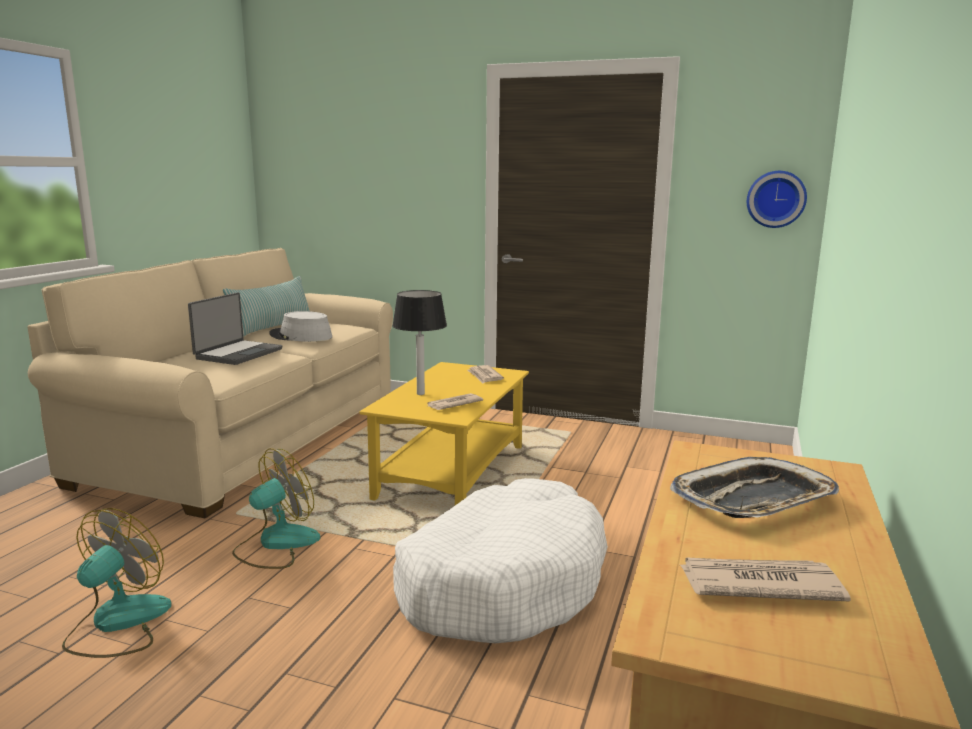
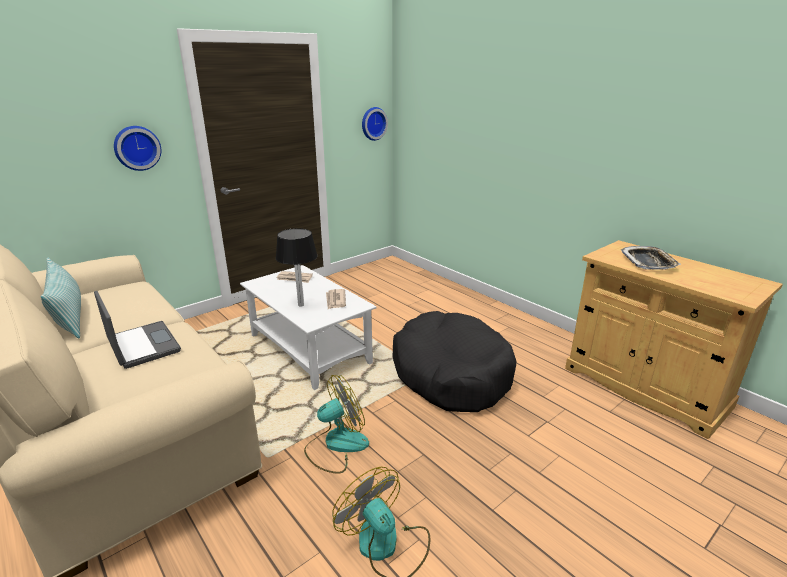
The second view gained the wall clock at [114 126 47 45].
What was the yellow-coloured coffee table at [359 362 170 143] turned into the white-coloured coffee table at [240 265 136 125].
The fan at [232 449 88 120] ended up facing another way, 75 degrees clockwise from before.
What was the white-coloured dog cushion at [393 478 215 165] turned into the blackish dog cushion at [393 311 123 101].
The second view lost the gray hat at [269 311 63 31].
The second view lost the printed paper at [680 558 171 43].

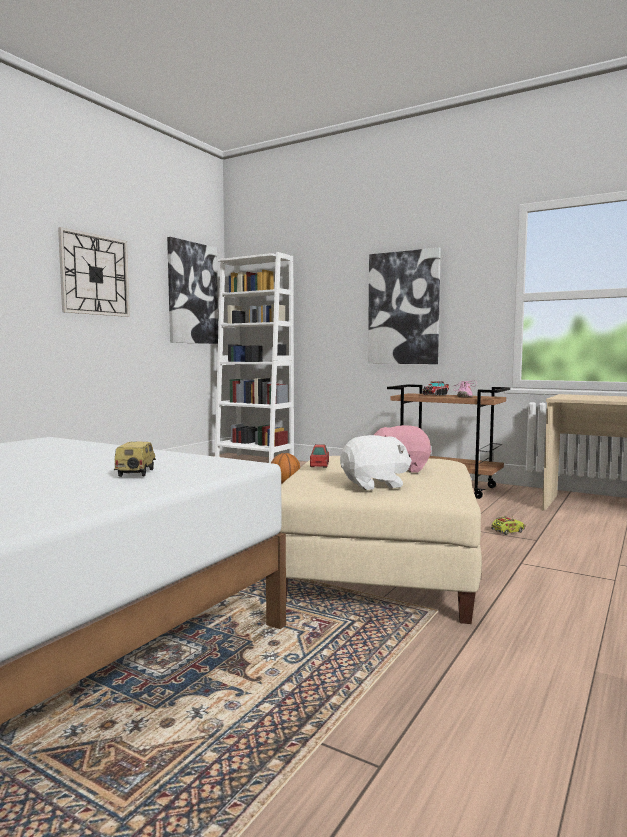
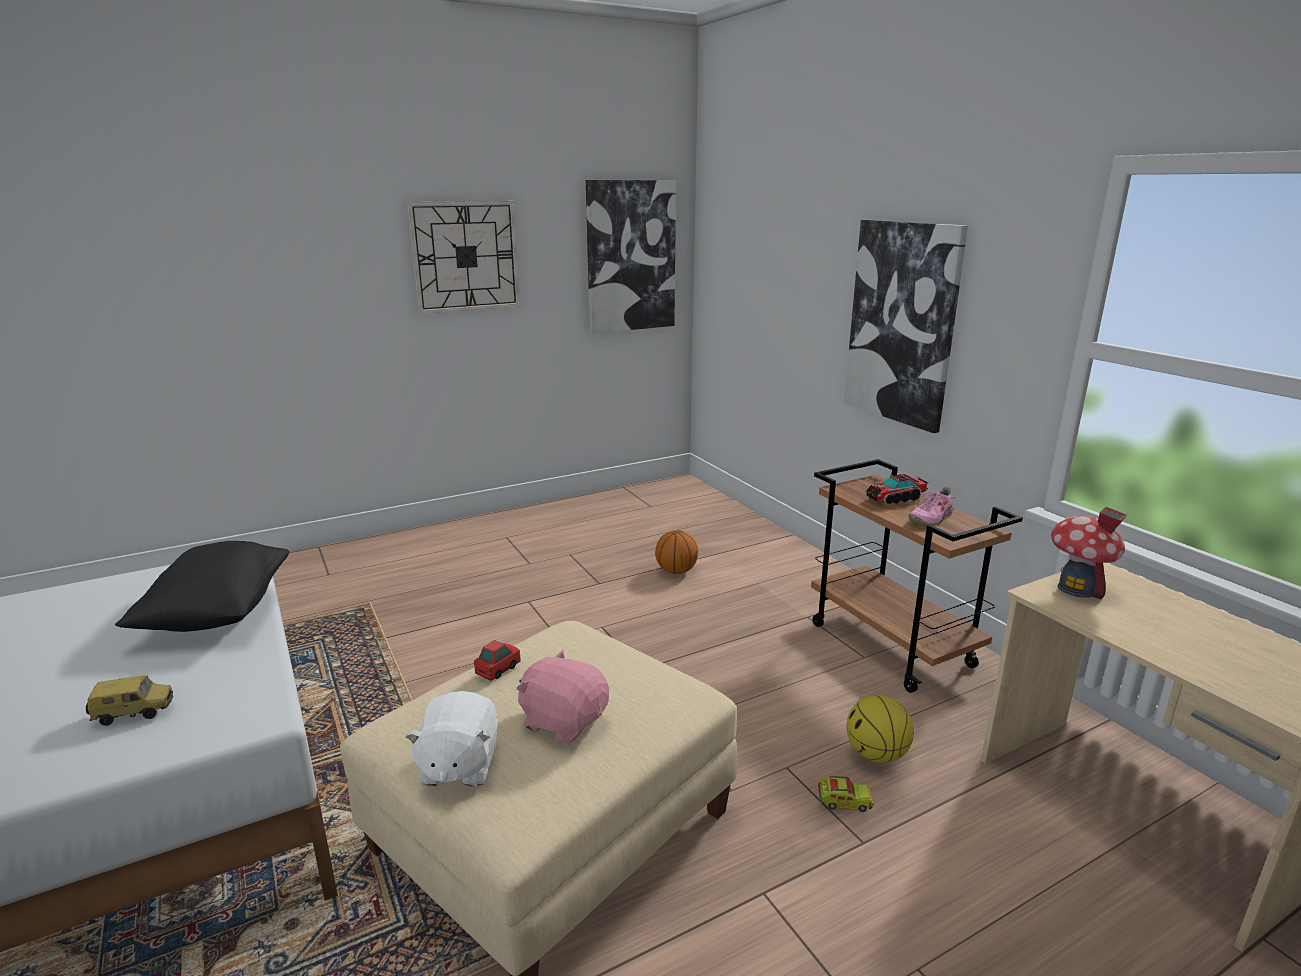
The toy car at [114 442 42 35] ended up facing another way, 45 degrees clockwise from before.
The second view gained the blackish pillow at [115 541 174 91].
The white-coloured soft toy at [340 435 72 55] ended up facing another way, 75 degrees clockwise from before.
The second view gained the basketball at [847 695 67 68].
The second view gained the toy house at [1051 507 76 92].
The second view lost the white-coloured bookcase at [215 252 79 211].

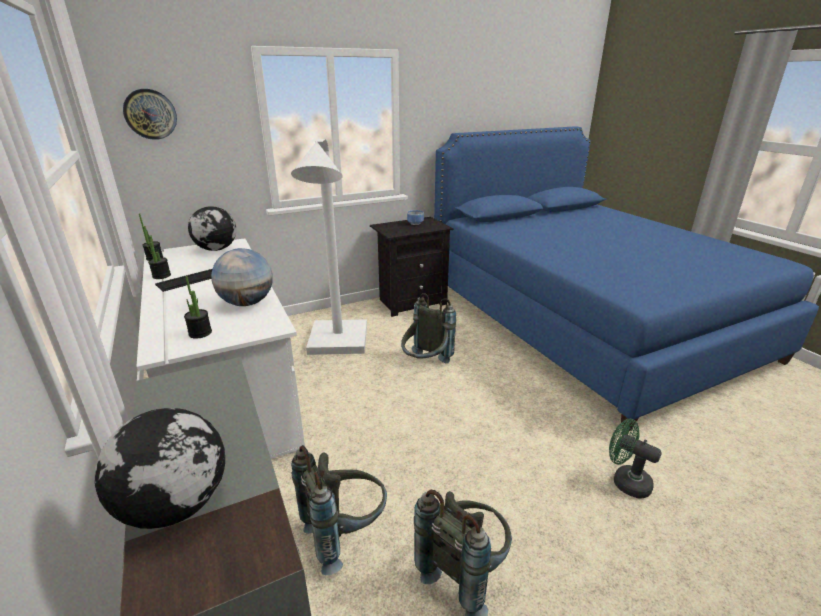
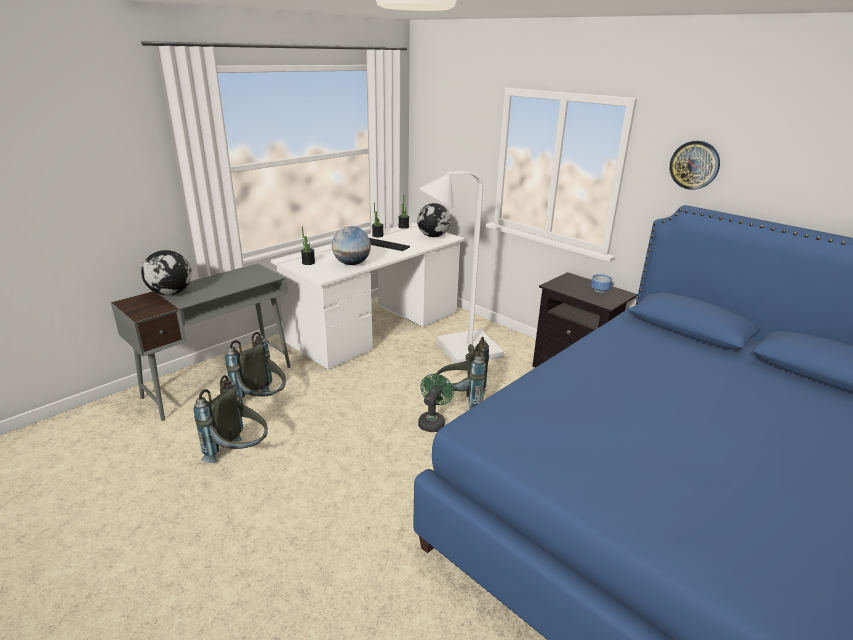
The green fan ended up elsewhere, having gone from [609 419 53 79] to [418 374 36 58].
The wall clock ended up elsewhere, having gone from [123 89 54 51] to [669 141 51 49].

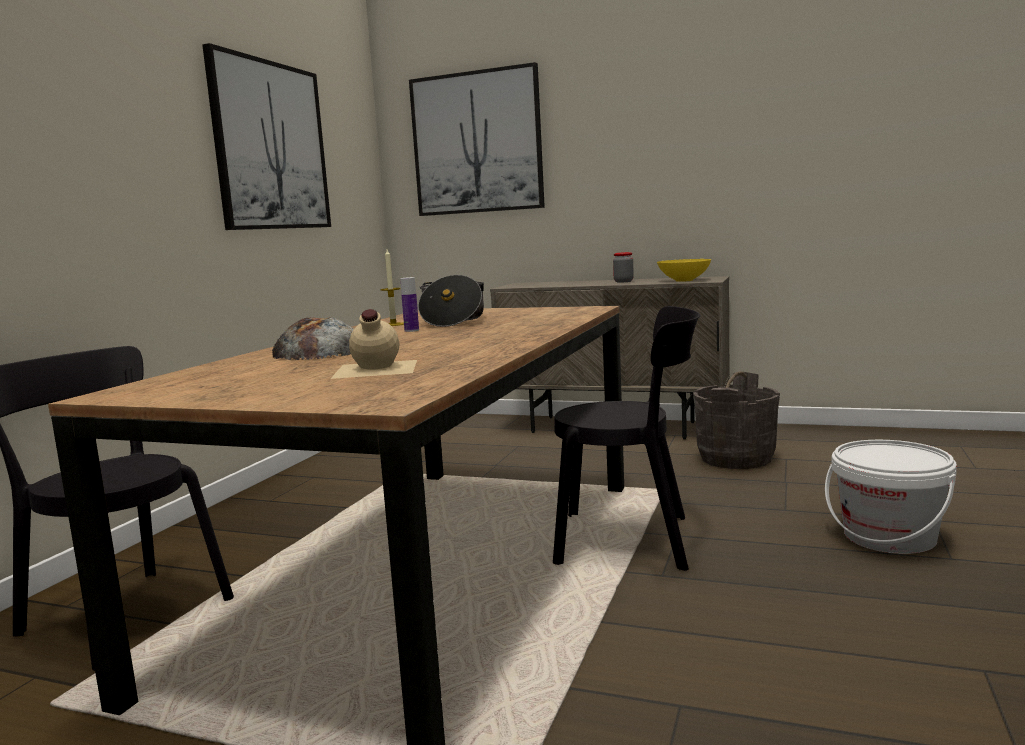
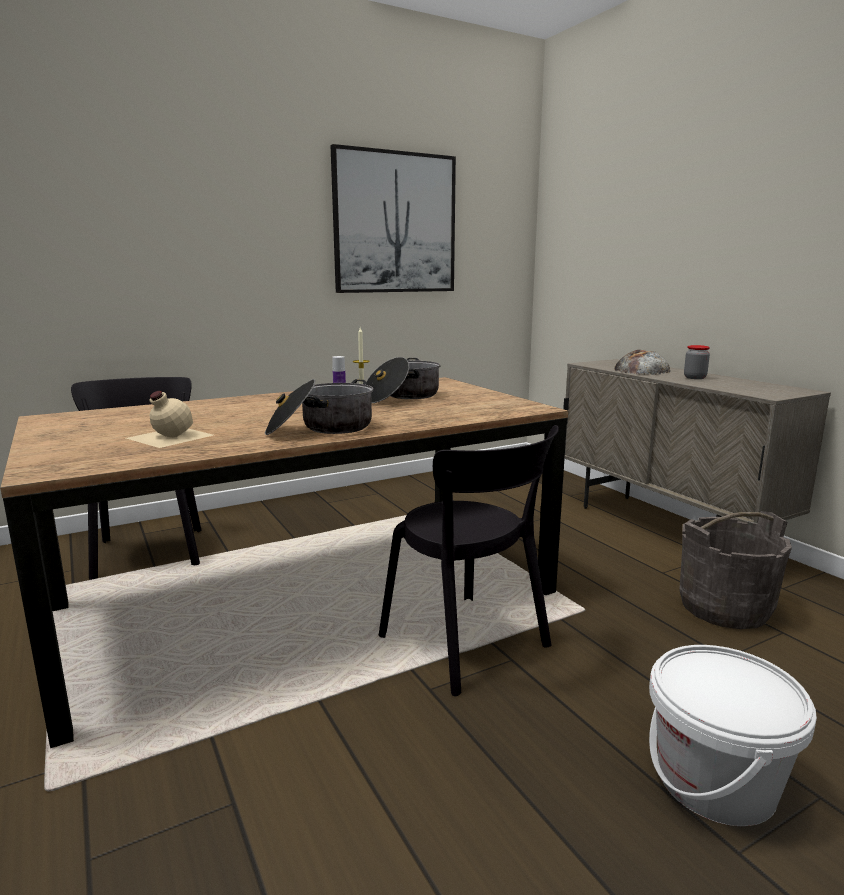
The second view gained the stockpot at [265 379 108 56].
The bread ended up elsewhere, having gone from [272 317 82 43] to [614 350 56 25].
The second view lost the picture at [409 62 136 154].
The second view lost the yellow-coloured bowl at [657 259 54 23].

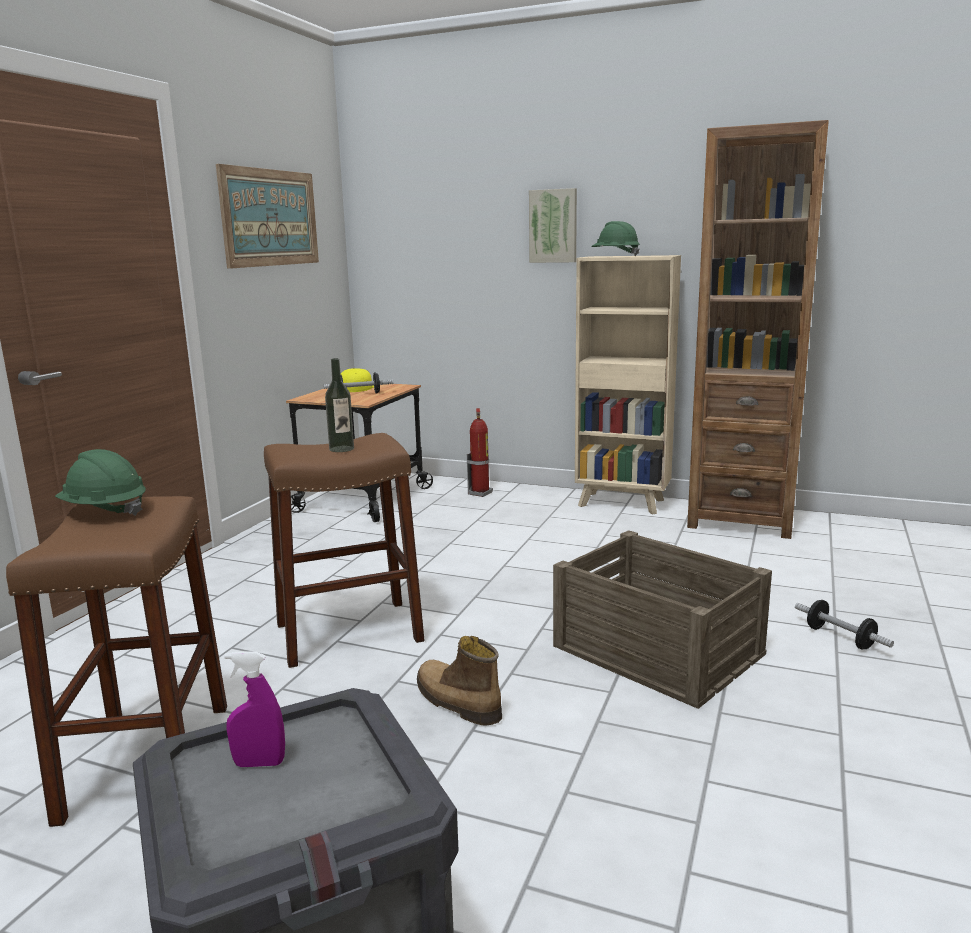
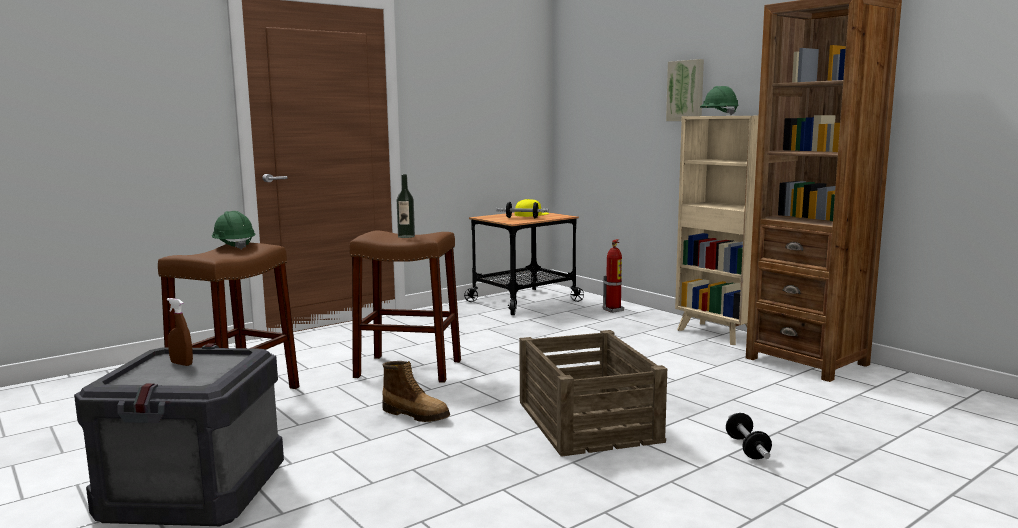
What was the purplish hand sprayer at [225 651 60 116] turned into the brown-coloured hand sprayer at [167 298 26 68].
The tall boot at [417 636 85 90] ended up facing another way, 135 degrees clockwise from before.
The second view lost the picture at [216 164 103 105].

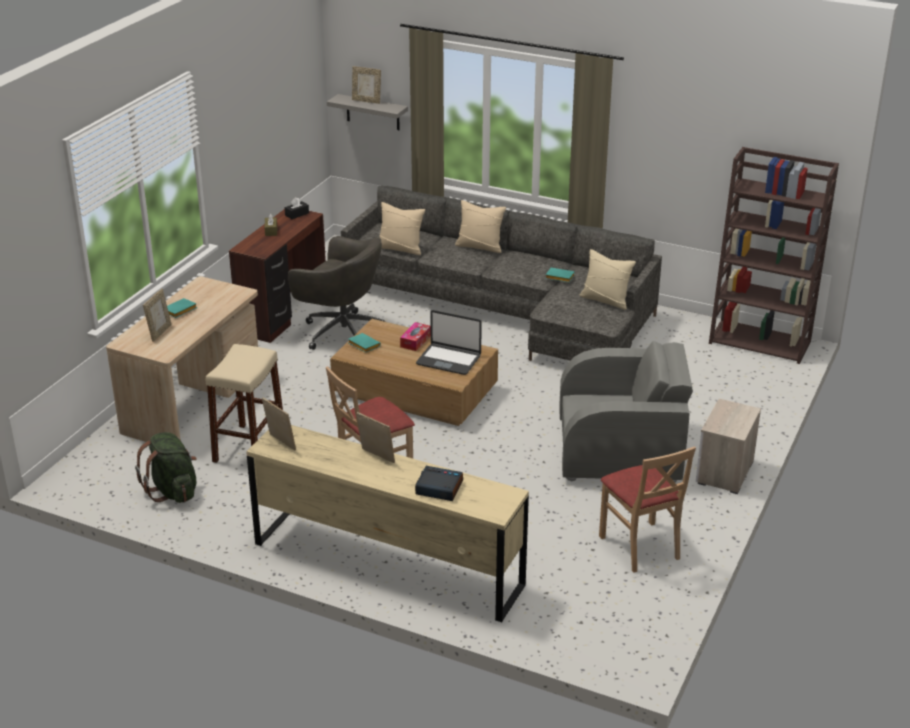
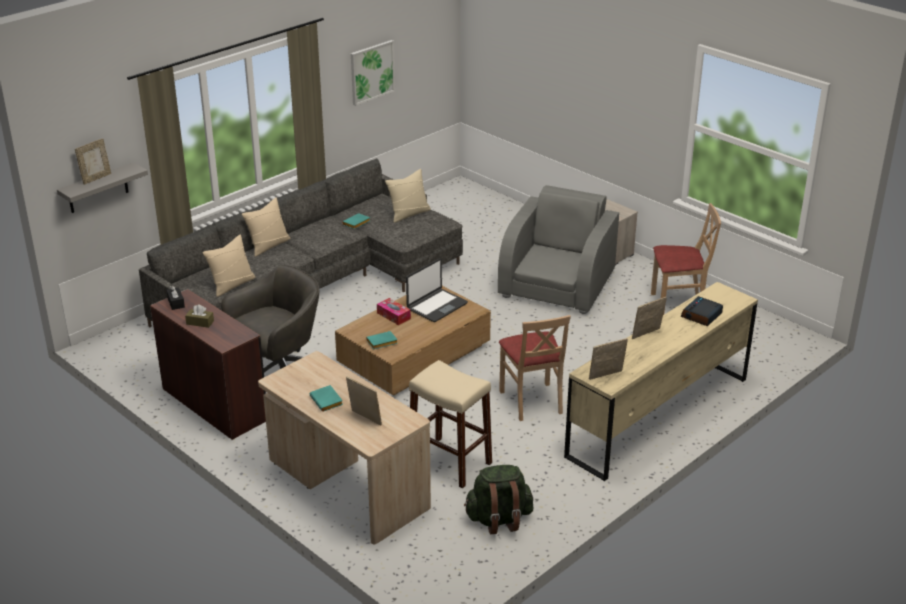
The second view gained the picture at [351 40 44 66].
The second view lost the brown-coloured bookcase at [709 147 130 217].

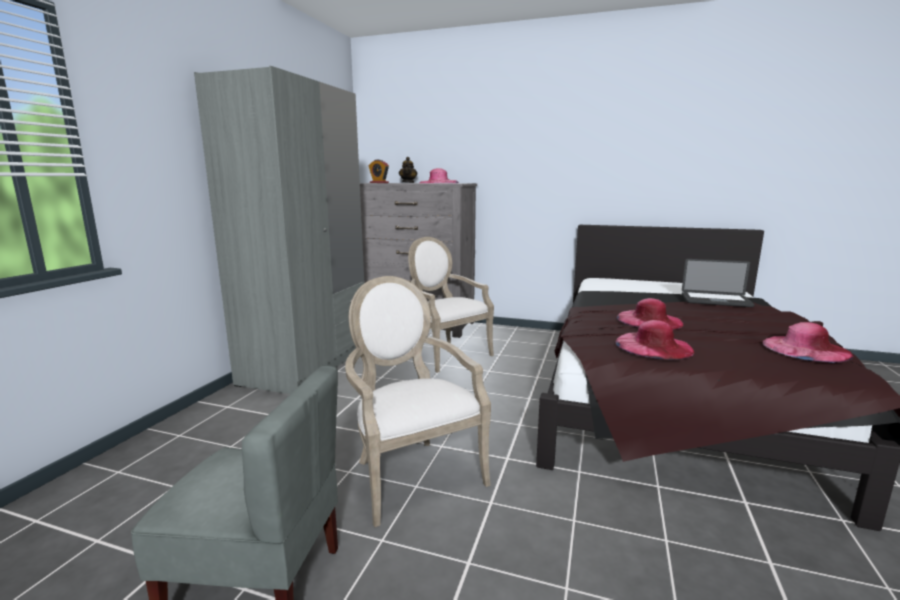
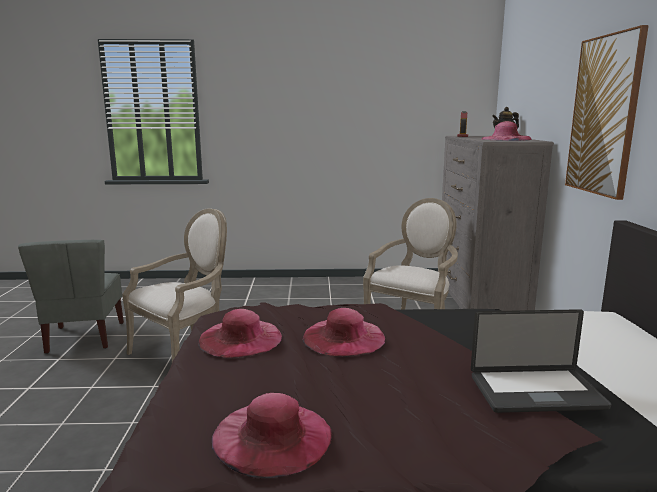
The portable computer at [682 259 73 48] ended up facing another way, 90 degrees counterclockwise from before.
The second view gained the picture at [565 25 84 175].
The second view lost the gray wardrobe at [194 66 170 328].

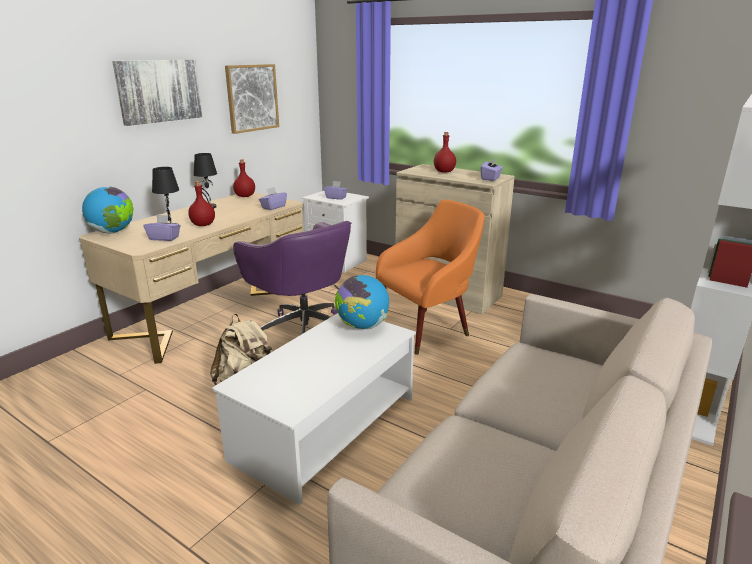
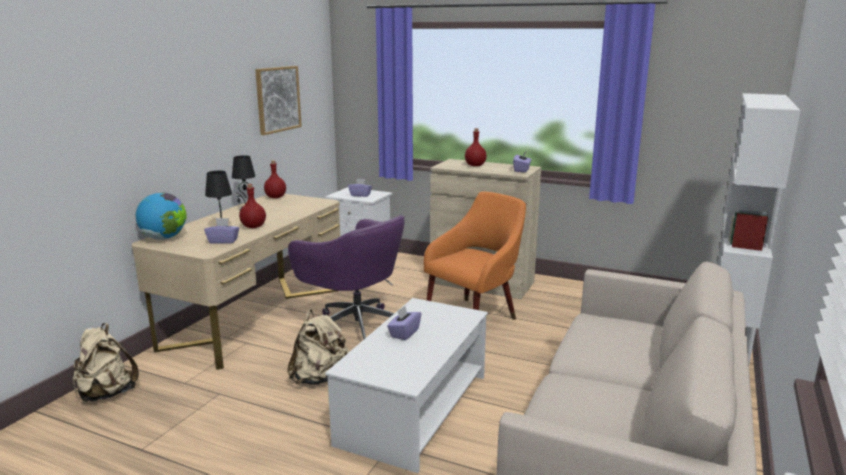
The second view gained the beige-coloured knapsack at [73 323 66 79].
The purplish tissue holder ended up elsewhere, having gone from [259 187 28 23] to [387 306 34 34].
The second view lost the picture at [112 60 90 66].
The second view lost the desk globe at [335 275 54 54].

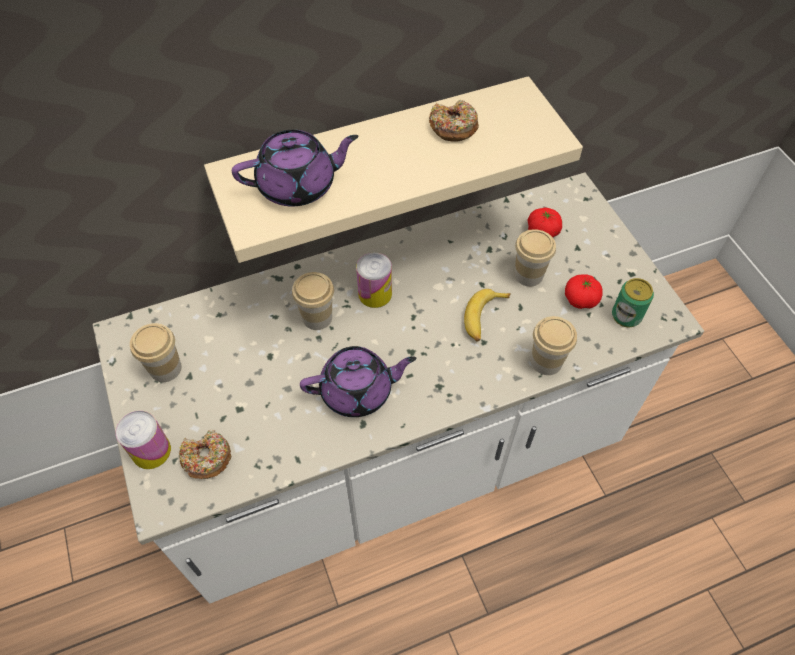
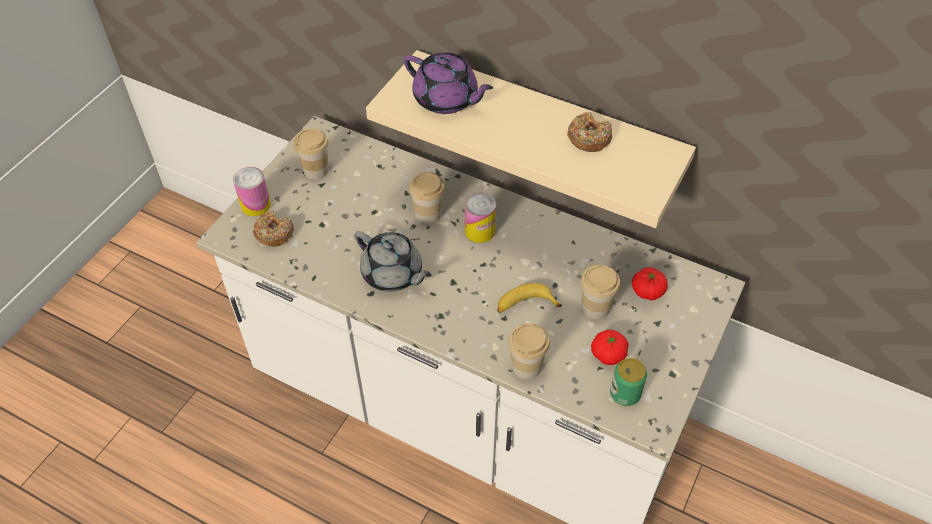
What was the purplish pot for tea at [300 346 116 71] turned into the gray pot for tea at [354 231 78 61].

